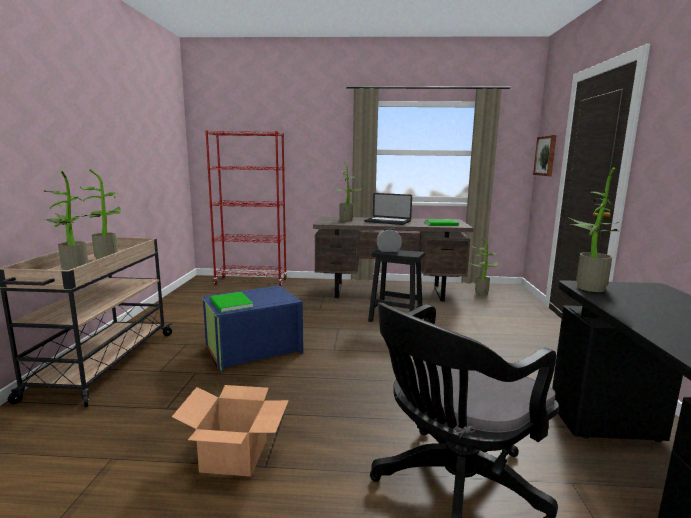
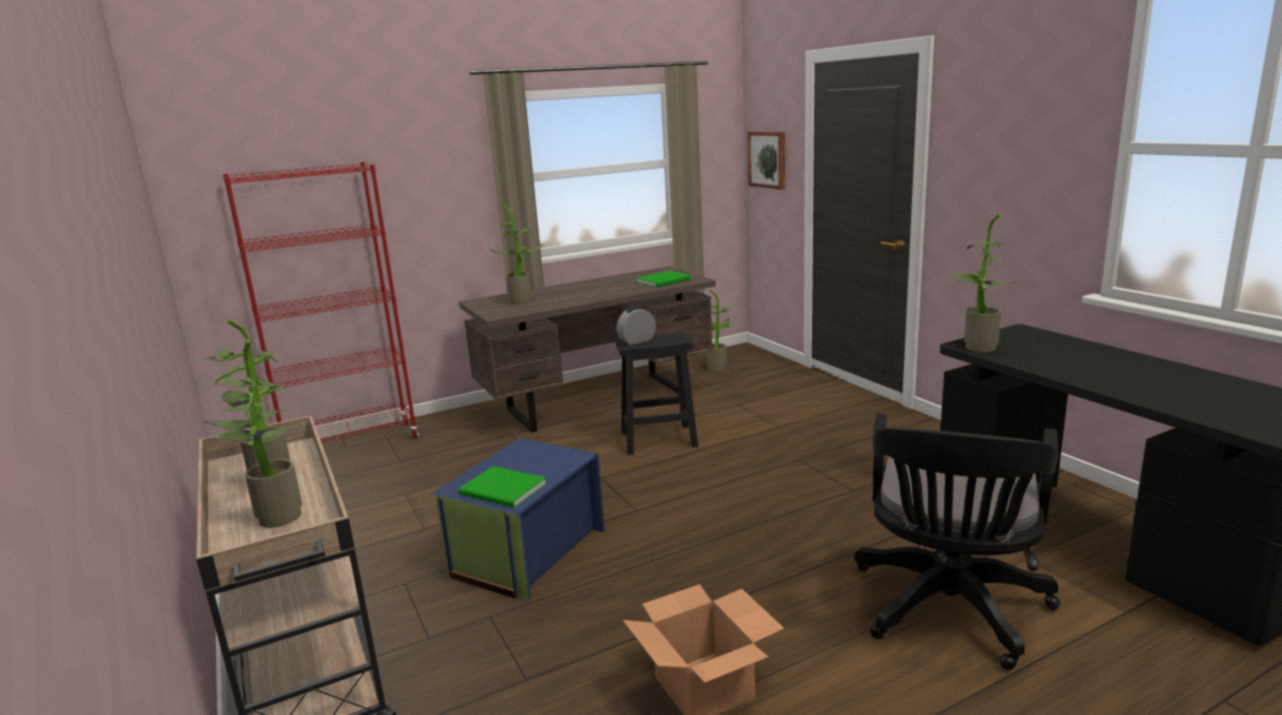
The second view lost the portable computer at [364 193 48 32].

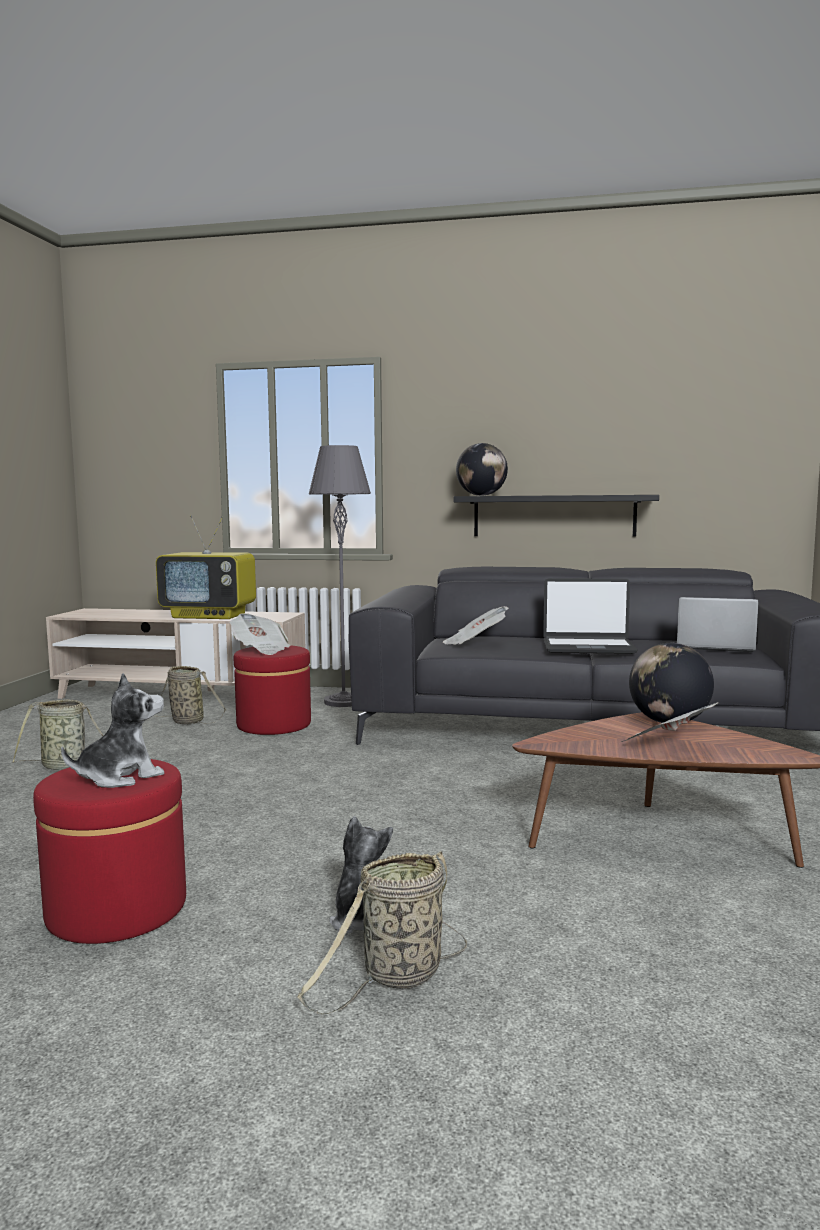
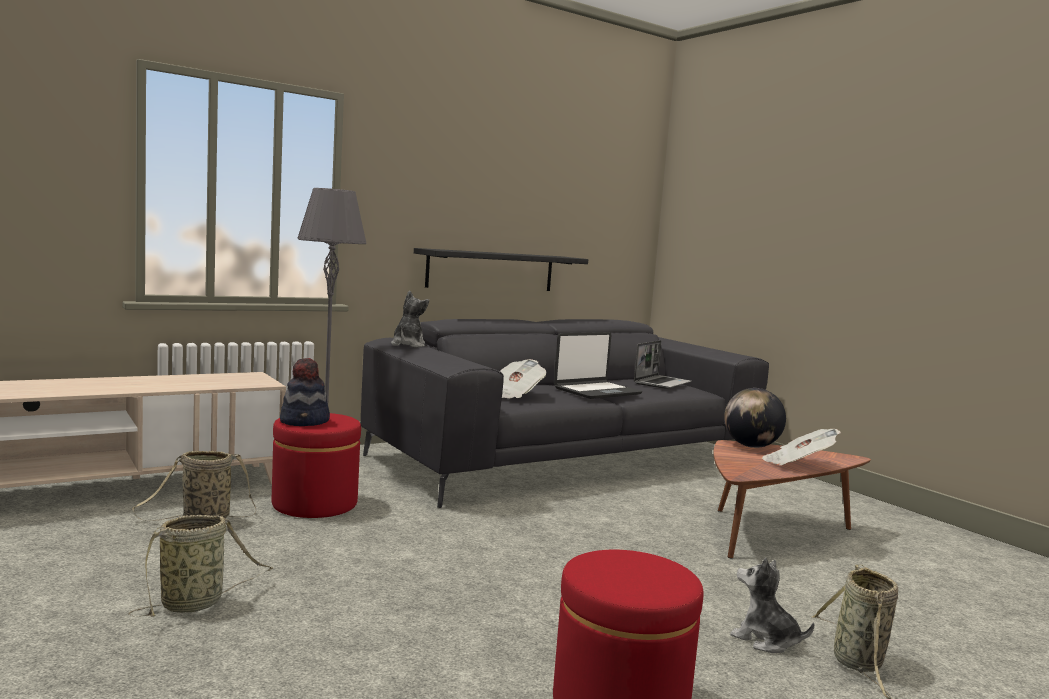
Where the printed paper stood at [230 613 60 42], the hat came to stand at [280 358 50 68].
The soft toy ended up elsewhere, having gone from [61 673 103 115] to [391 290 38 58].
The portable computer at [677 597 81 55] ended up facing another way, 150 degrees clockwise from before.
The second view lost the TV at [156 516 100 103].
The second view lost the desk globe at [456 443 52 53].

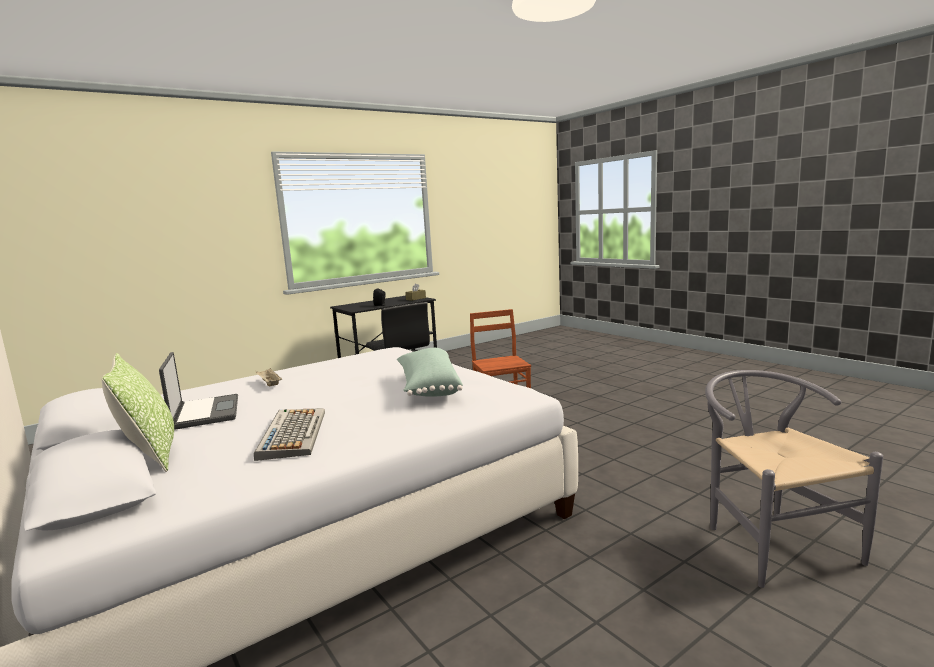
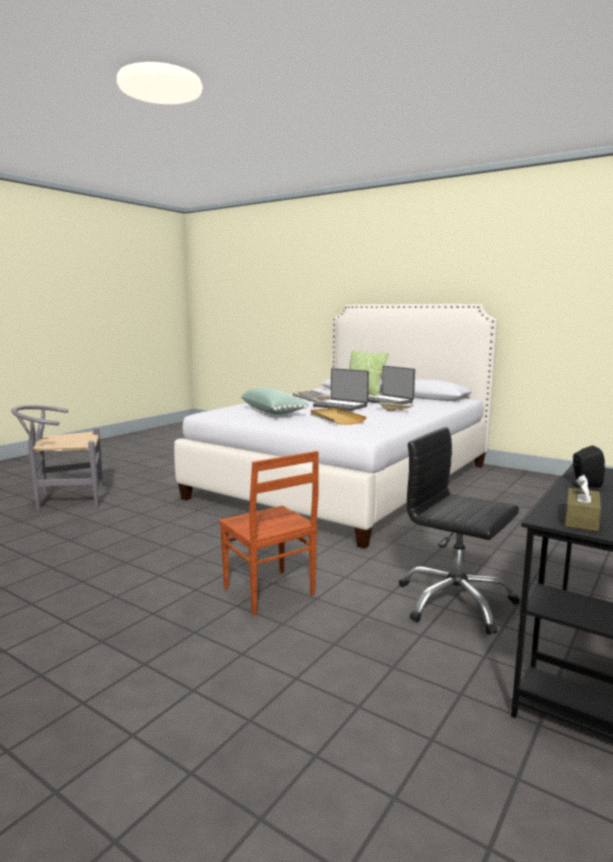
The gray upright chair at [705 370 178 218] ended up facing another way, 105 degrees clockwise from before.
The second view gained the beige-coloured tray at [311 408 56 17].
The second view gained the portable computer at [313 368 56 43].

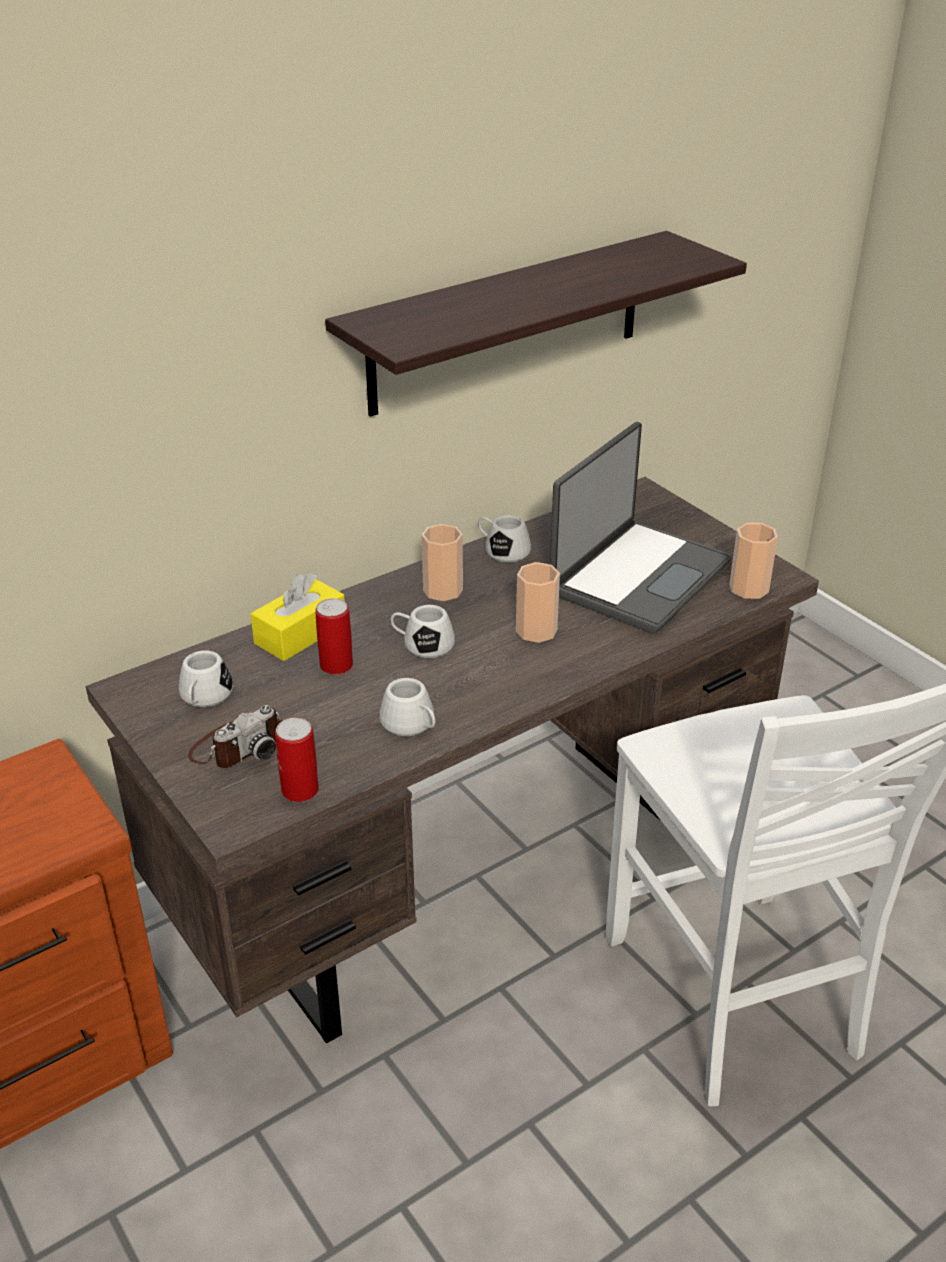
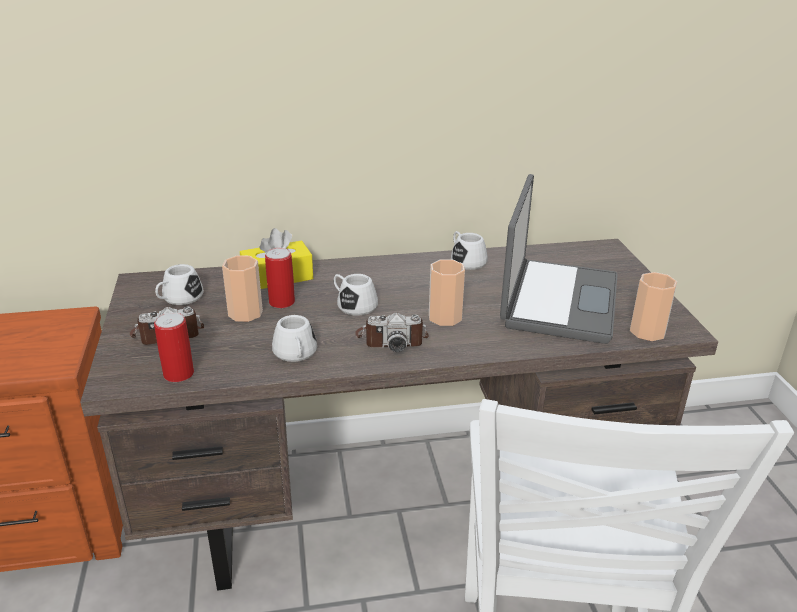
The cup ended up elsewhere, having gone from [422 524 41 77] to [222 255 41 67].
The second view gained the still camera at [355 312 74 40].
The portable computer at [550 422 181 212] ended up facing another way, 45 degrees counterclockwise from before.
The second view lost the wall shelf at [325 231 422 186].

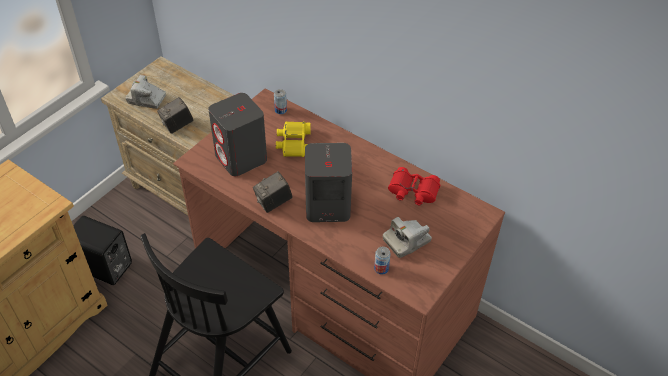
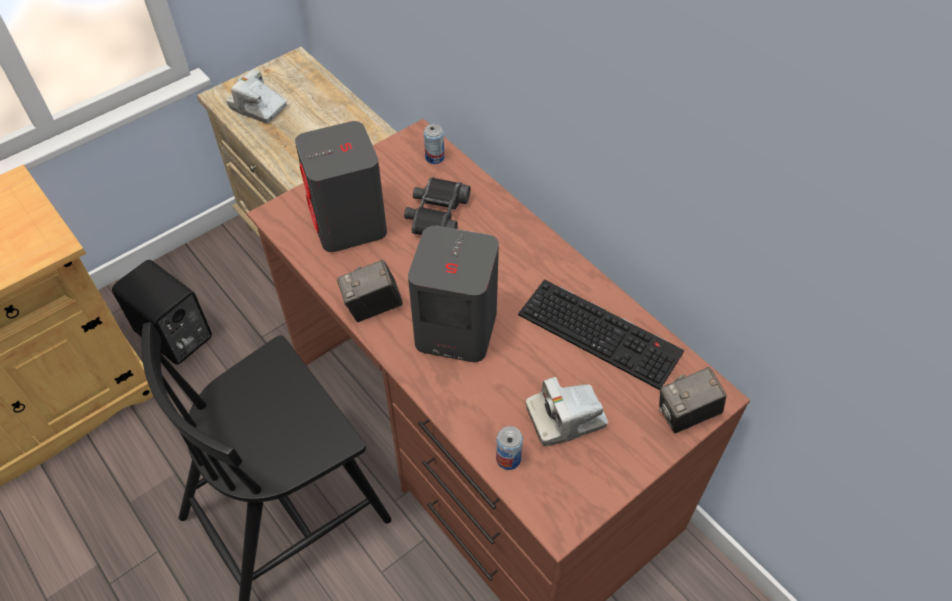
What was the yellow-coloured field glasses at [276 121 35 36] turned into the blackish field glasses at [404 177 66 58].
Where the red-coloured field glasses stood at [388 167 52 38], the PC keyboard came to stand at [518 279 166 111].
The still camera ended up elsewhere, having gone from [157 97 36 37] to [659 367 67 66].

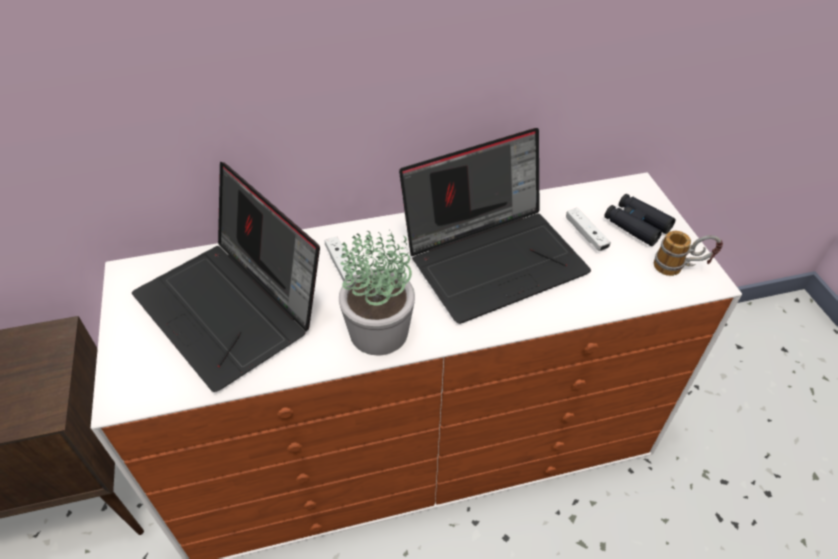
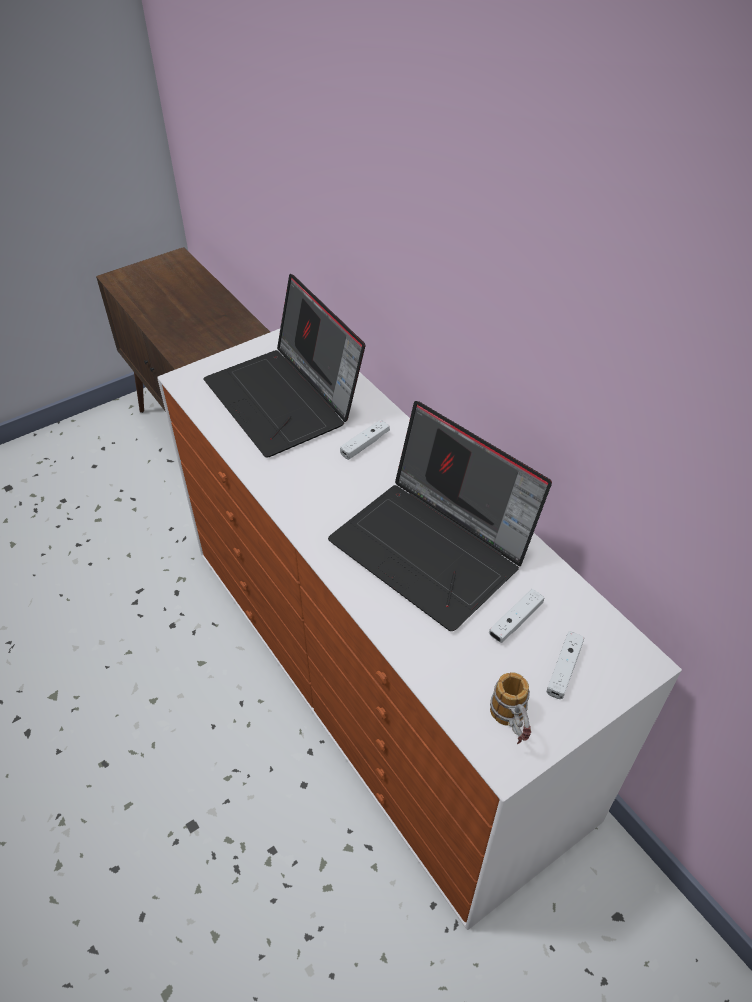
The portable computer at [132 162 188 230] ended up facing another way, 60 degrees counterclockwise from before.
Where the blackish field glasses stood at [604 194 71 52], the white-coloured gamepad came to stand at [547 631 37 68].
The second view lost the potted plant at [339 230 76 125].

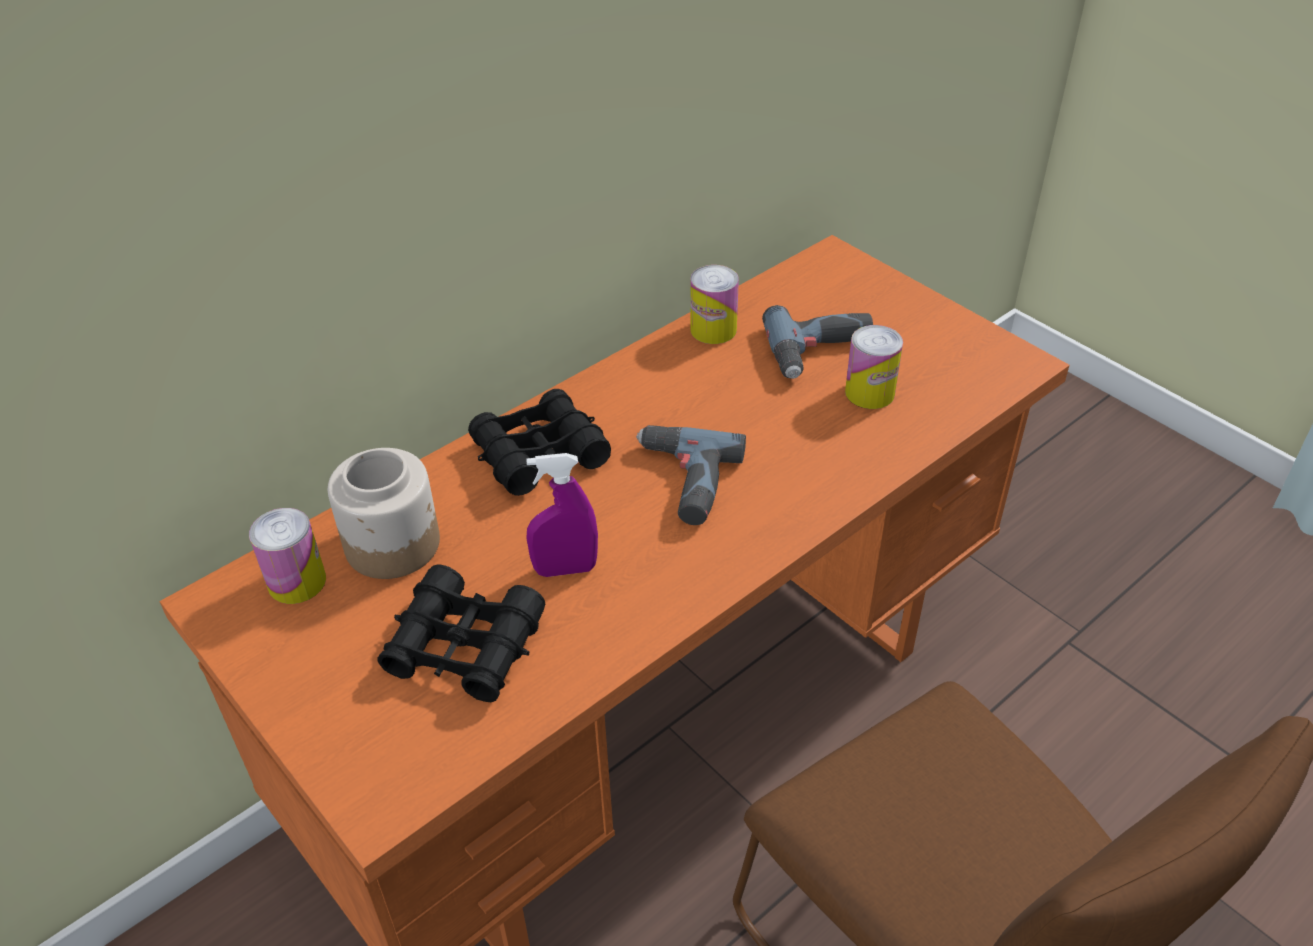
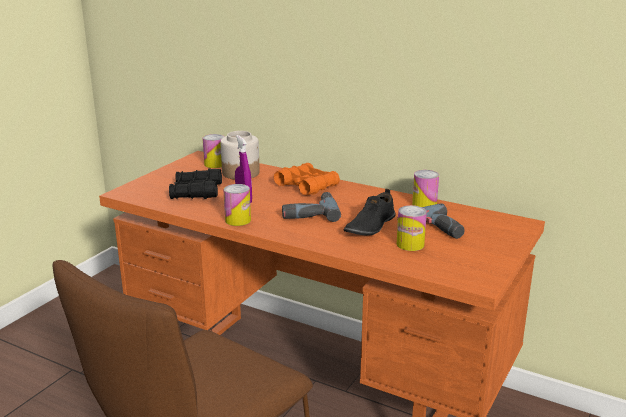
The second view gained the can at [223 184 28 42].
What was the blackish field glasses at [468 389 143 107] turned into the orangey field glasses at [274 163 66 32].
The second view gained the blackish shoe at [343 189 53 46].

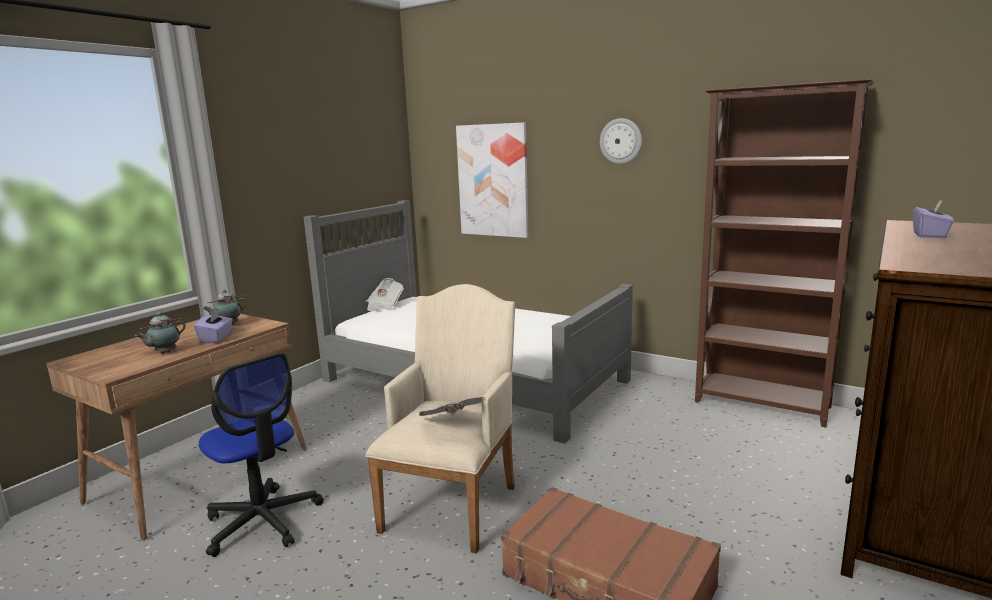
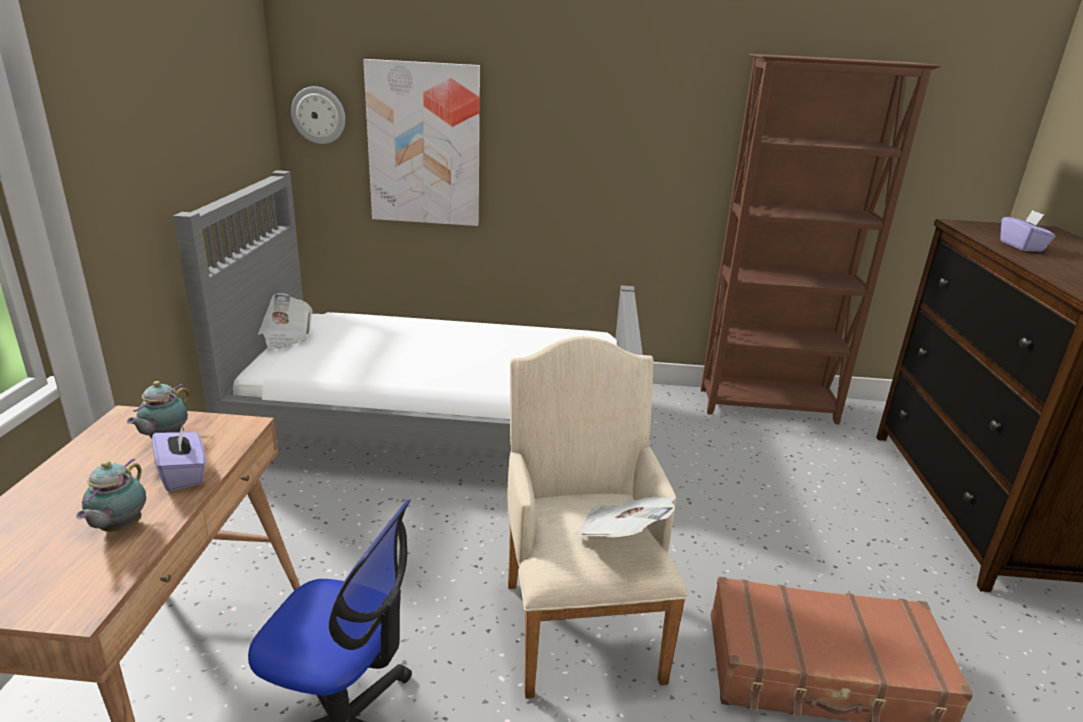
The wall clock ended up elsewhere, having gone from [600 118 42 46] to [291 86 54 58].

